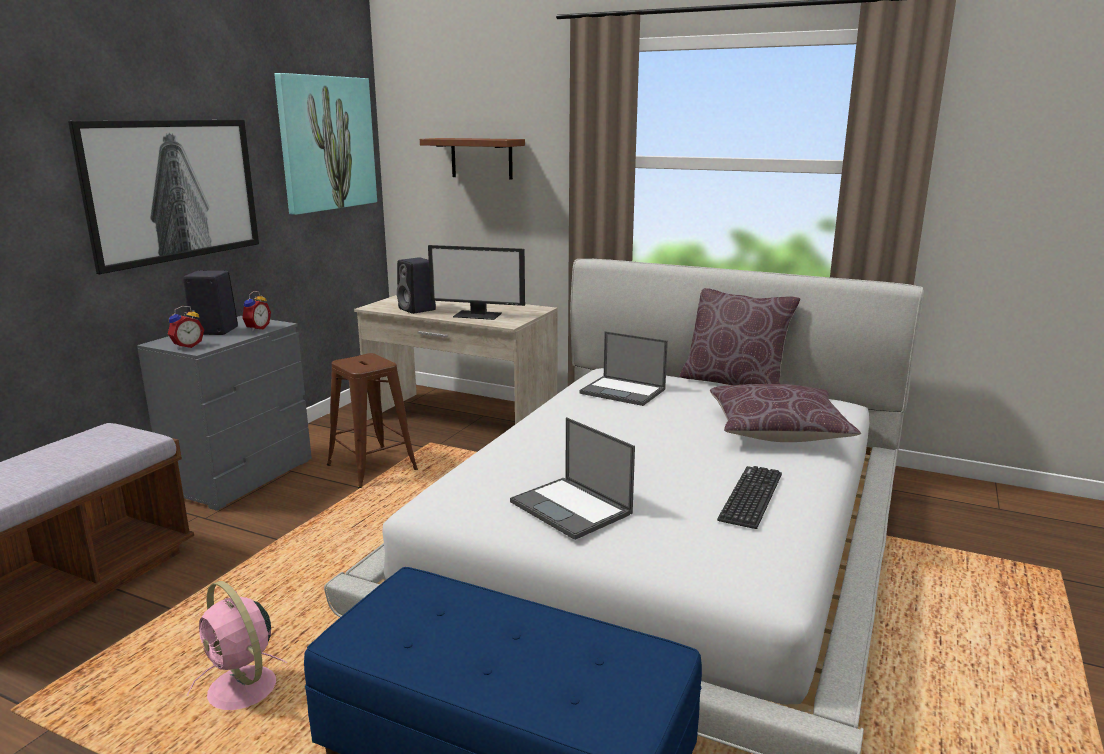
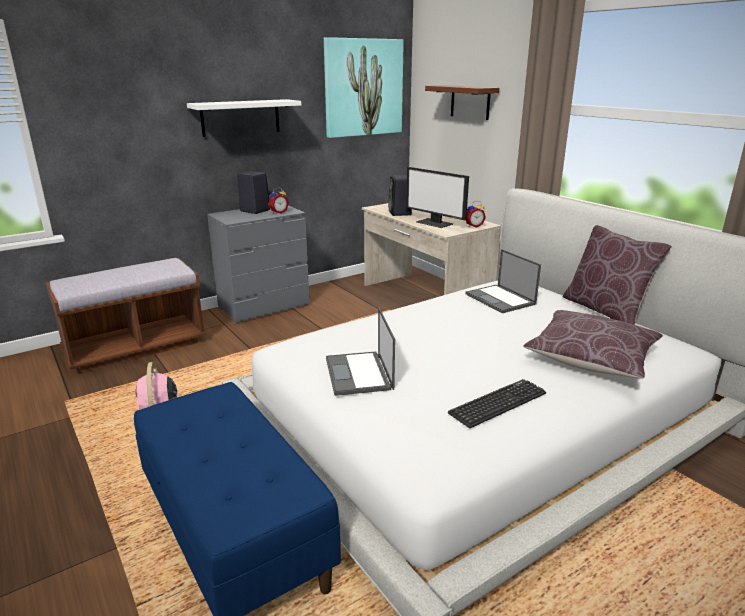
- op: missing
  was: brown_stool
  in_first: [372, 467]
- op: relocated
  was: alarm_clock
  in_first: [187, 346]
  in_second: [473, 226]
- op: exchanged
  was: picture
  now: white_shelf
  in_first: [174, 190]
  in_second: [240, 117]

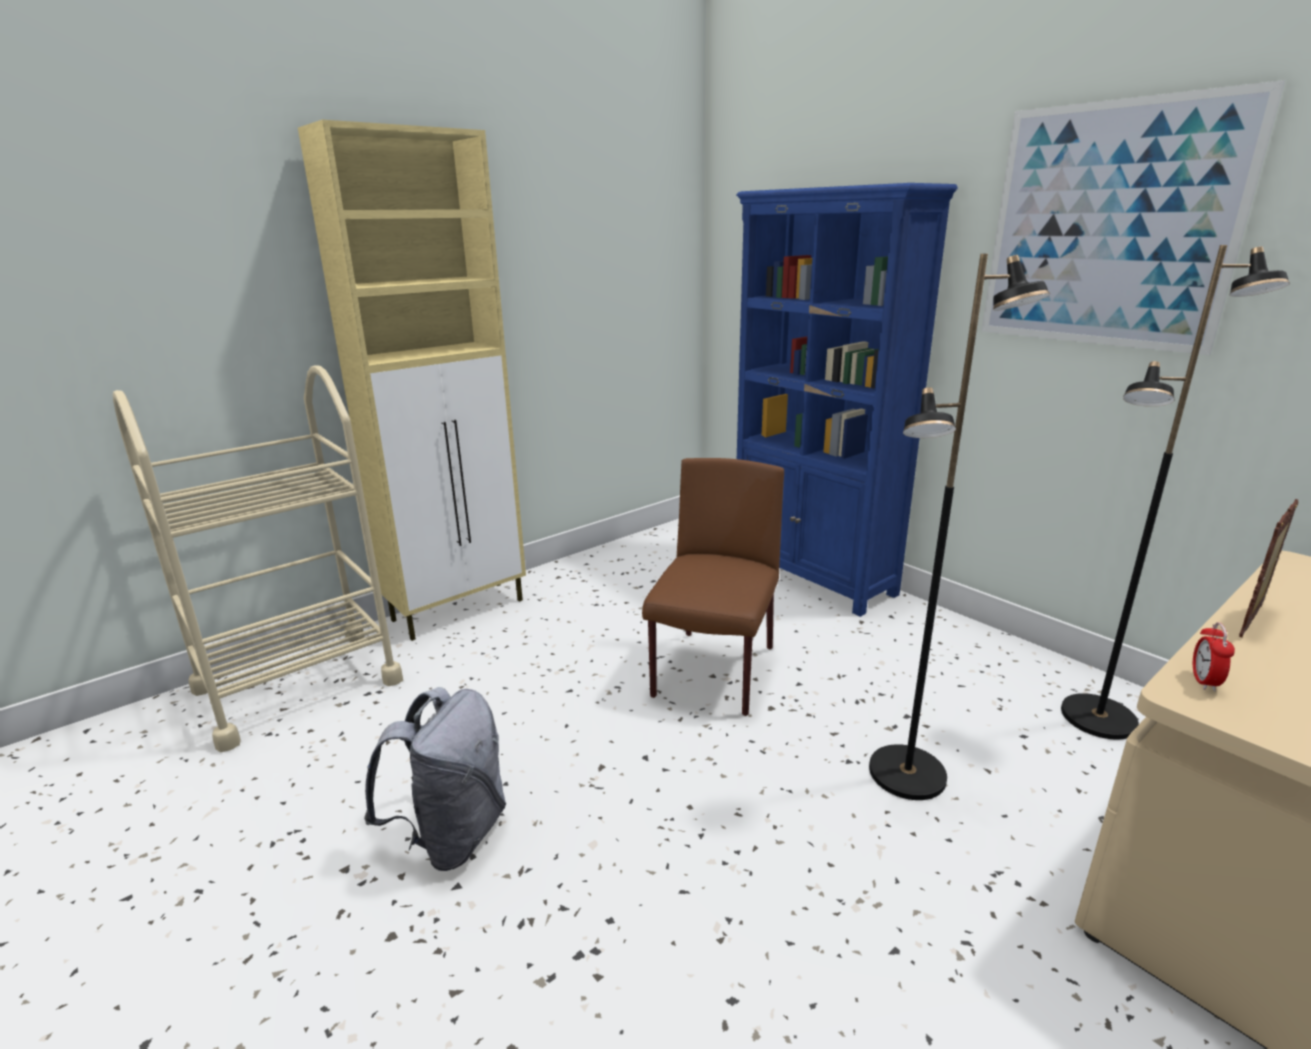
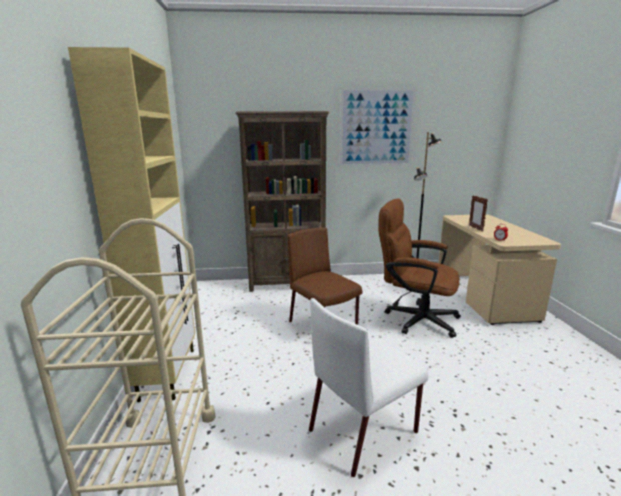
- op: exchanged
  was: grey_backpack
  now: white_chair
  in_first: [452, 835]
  in_second: [364, 430]
- op: exchanged
  was: black_floor_lamp
  now: brown_office_chair
  in_first: [908, 774]
  in_second: [414, 318]
- op: colour
  was: blue_bookcase
  now: brown_bookcase
  in_first: [812, 576]
  in_second: [287, 284]

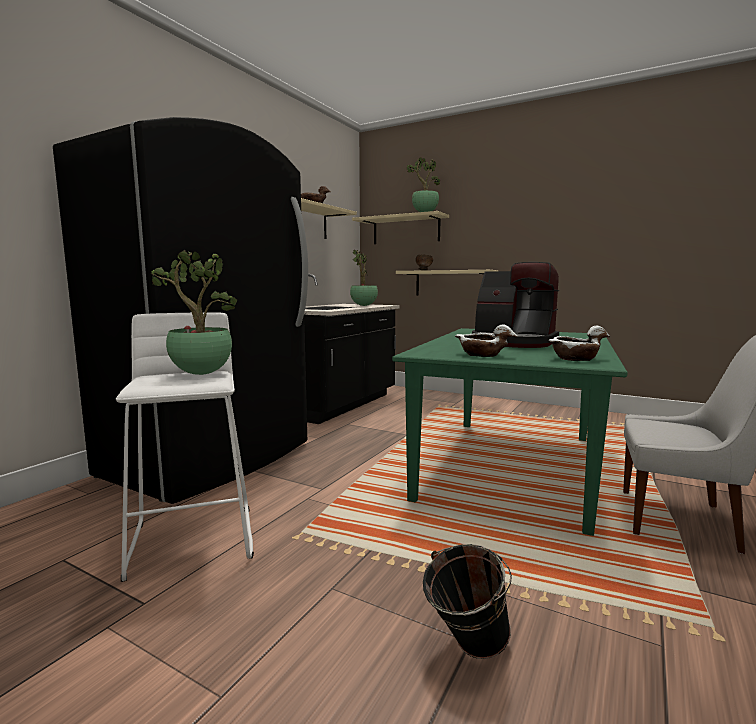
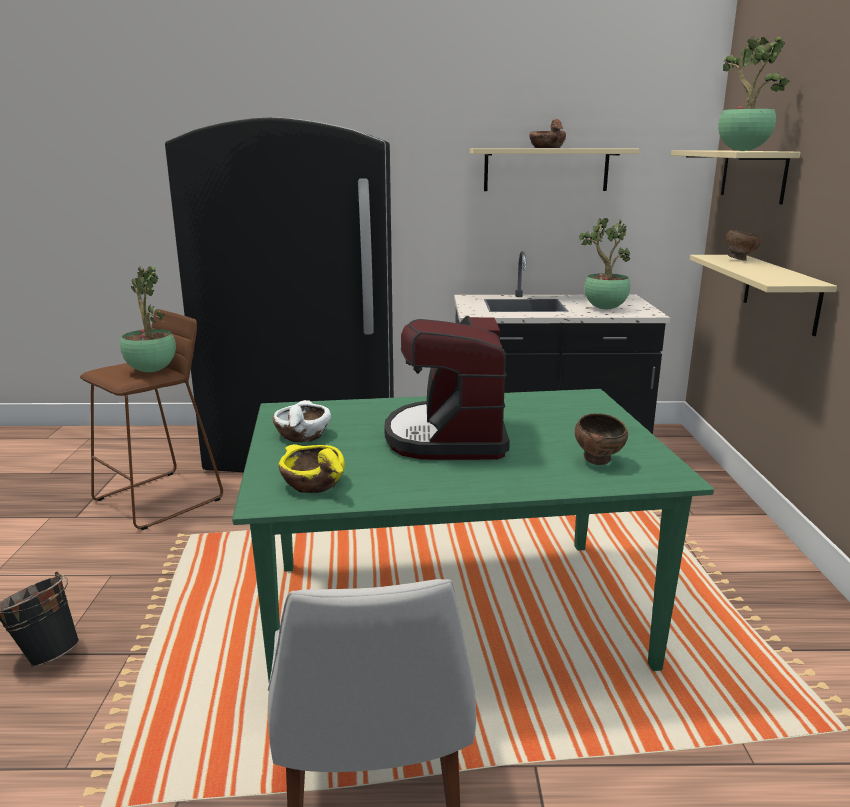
- op: appeared
  now: brown_bowl
  in_second: [599, 461]
- op: colour
  was: white_stool
  now: brown_stool
  in_first: [194, 539]
  in_second: [159, 499]
- op: colour
  was: white_bowl
  now: yellow_bowl
  in_first: [575, 359]
  in_second: [313, 483]

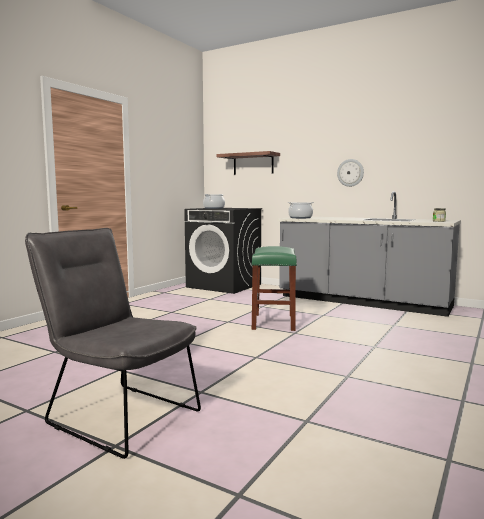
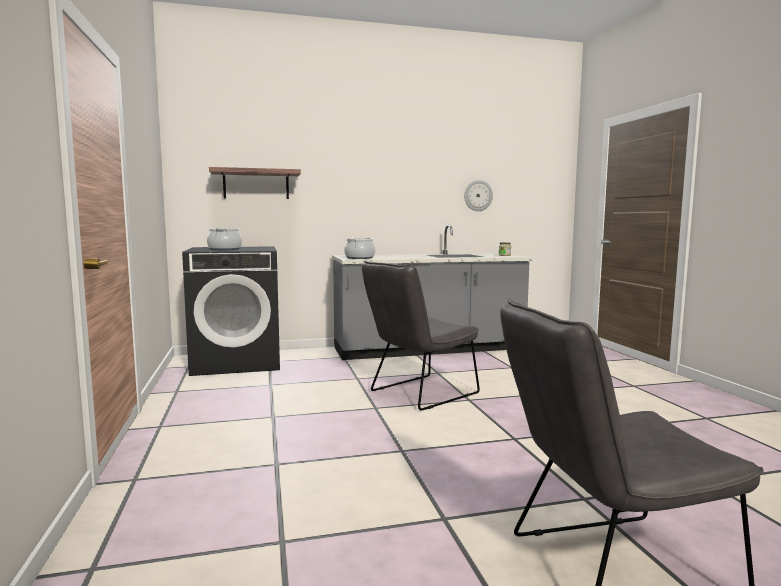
- op: relocated
  was: wall_clock
  in_first: [350, 172]
  in_second: [478, 195]
- op: exchanged
  was: green_stool
  now: grey_chair
  in_first: [273, 322]
  in_second: [418, 393]

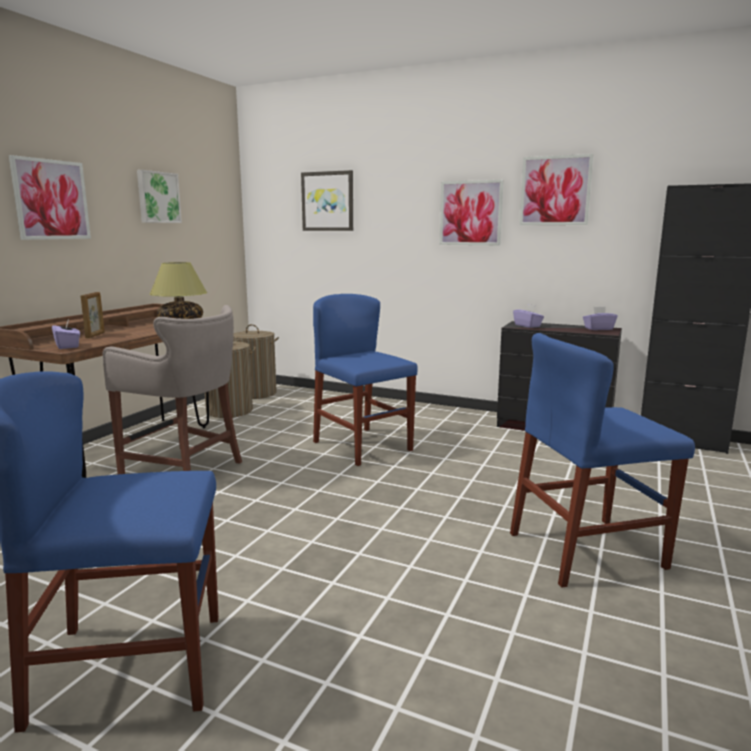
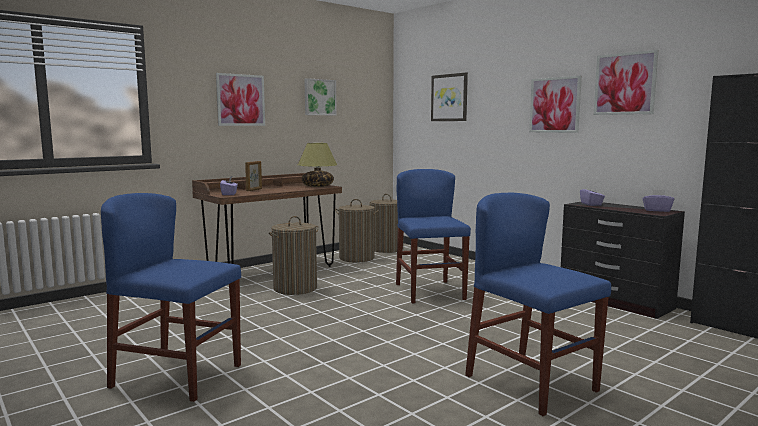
- op: exchanged
  was: grey_stool
  now: laundry_basket
  in_first: [186, 469]
  in_second: [295, 288]
- op: spun
  was: blue_chair
  in_first: [586, 550]
  in_second: [531, 383]
  clockwise: 45

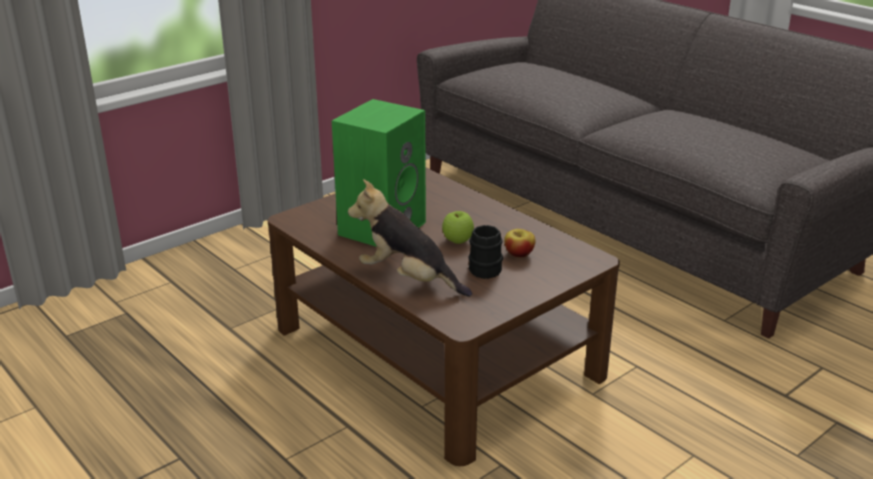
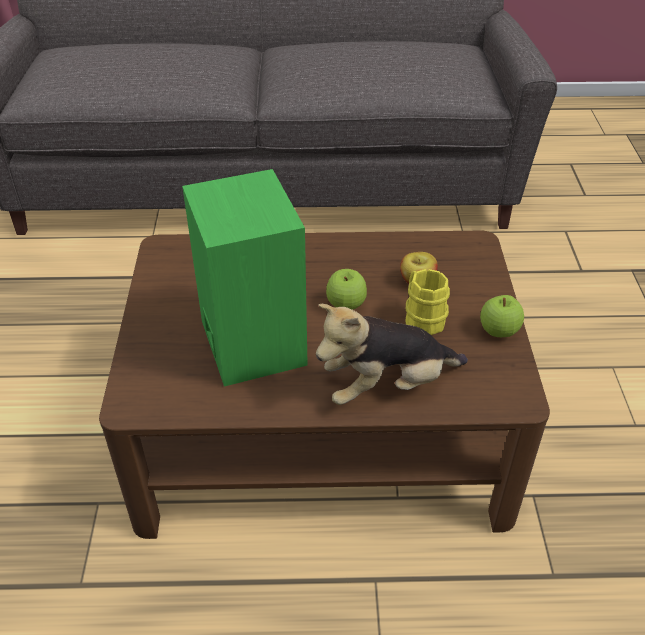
- op: appeared
  now: apple
  in_second: [498, 331]
- op: colour
  was: black_mug
  now: yellow_mug
  in_first: [487, 268]
  in_second: [422, 317]

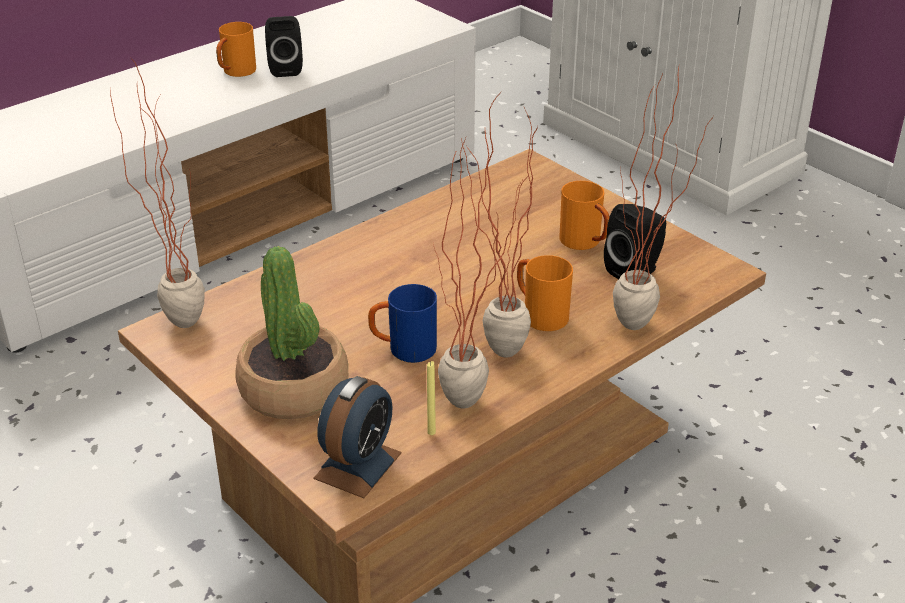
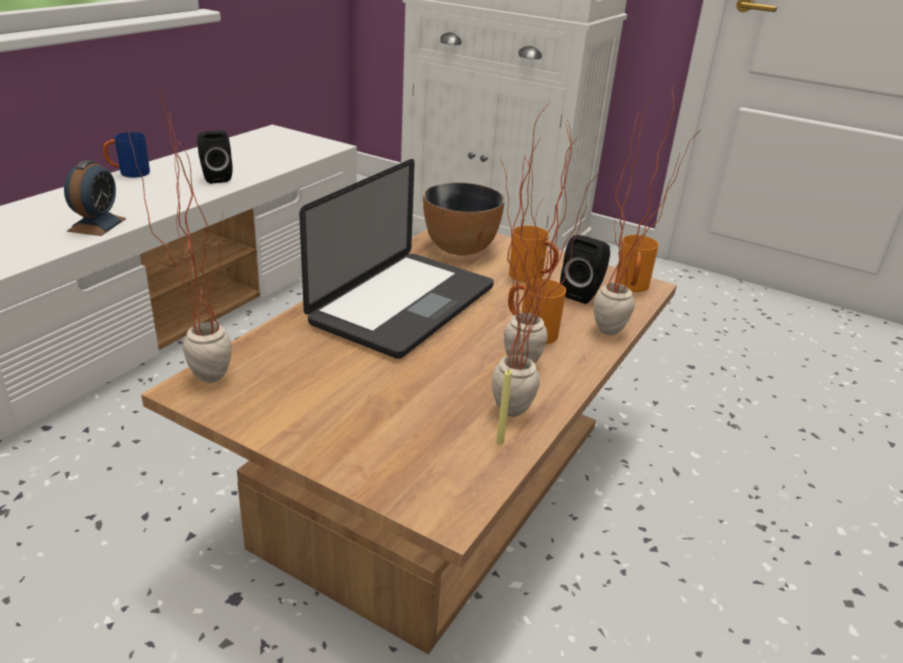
- op: missing
  was: potted_plant
  in_first: [294, 389]
- op: appeared
  now: laptop
  in_second: [404, 305]
- op: appeared
  now: bowl
  in_second: [460, 248]
- op: relocated
  was: orange_mug
  in_first: [236, 73]
  in_second: [631, 288]
- op: relocated
  was: alarm_clock
  in_first: [358, 465]
  in_second: [97, 225]
- op: relocated
  was: blue_mug
  in_first: [403, 350]
  in_second: [129, 174]

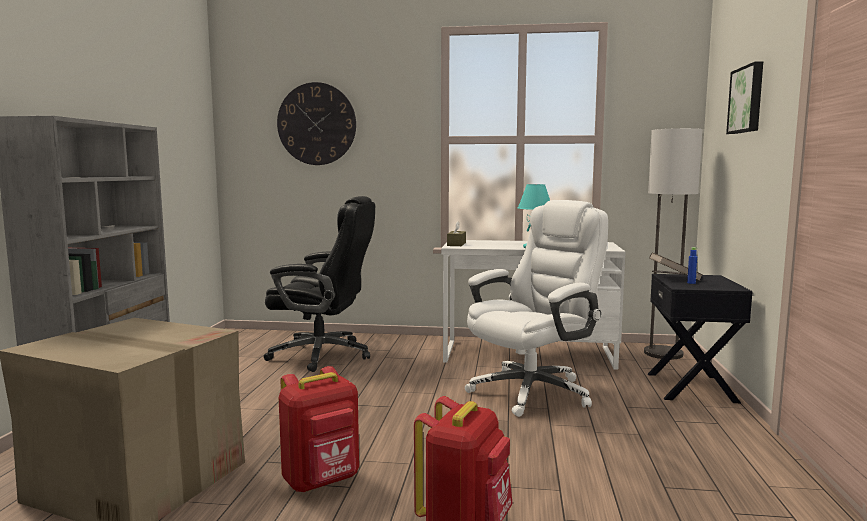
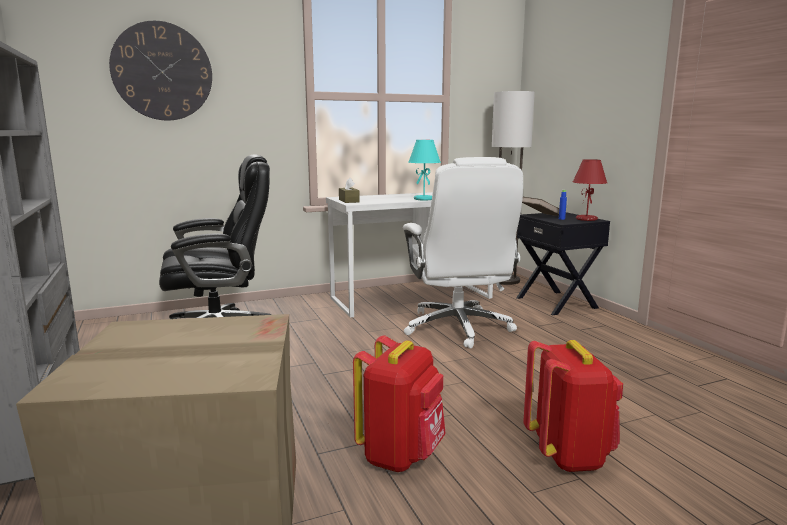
- op: missing
  was: picture
  in_first: [747, 99]
- op: appeared
  now: red_table_lamp
  in_second: [586, 219]
- op: spun
  was: white_office_chair
  in_first: [533, 391]
  in_second: [458, 328]
  clockwise: 150

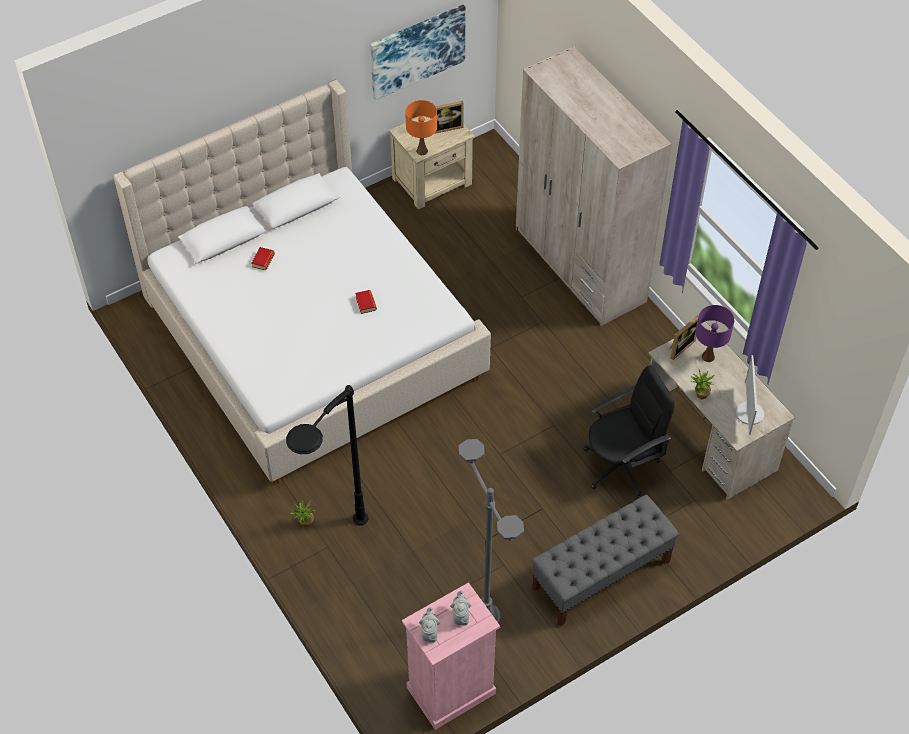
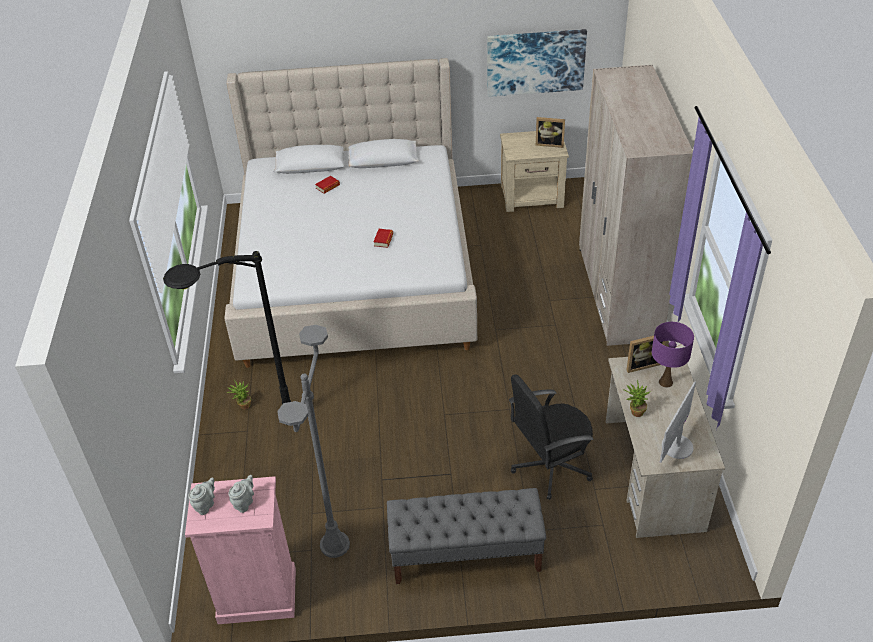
- op: missing
  was: orange_table_lamp
  in_first: [422, 151]
- op: spun
  was: black_office_chair
  in_first: [621, 465]
  in_second: [550, 466]
  clockwise: 150

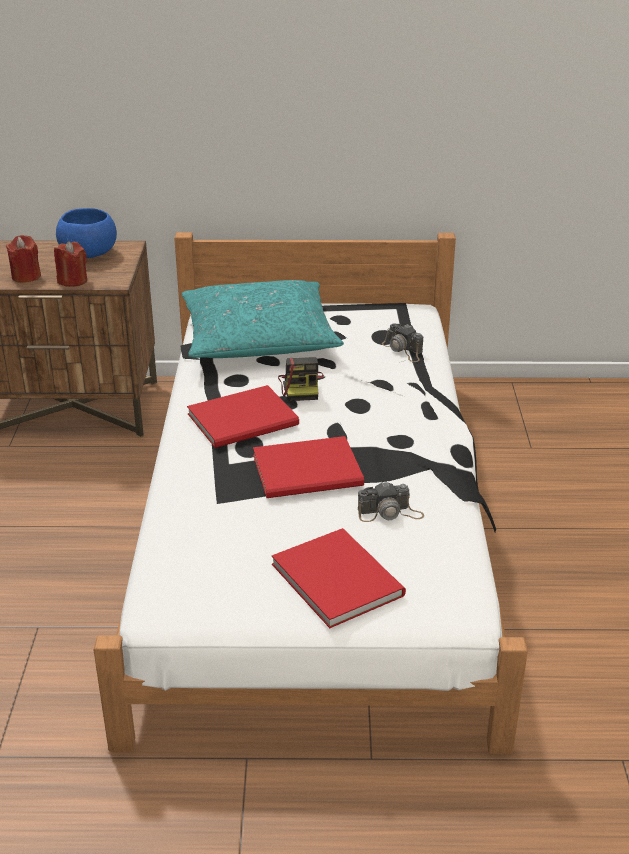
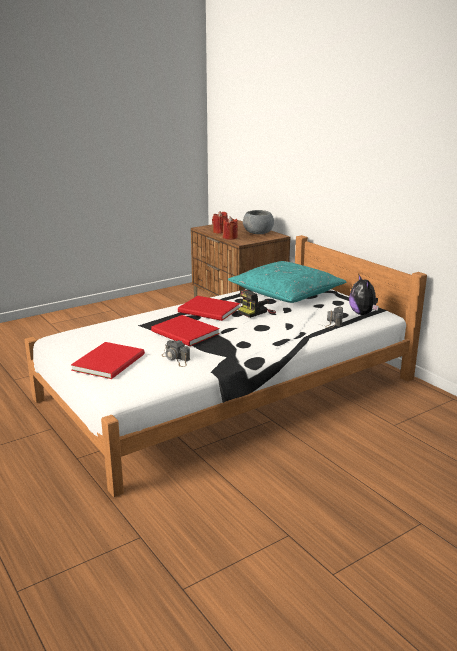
- op: appeared
  now: plush_toy
  in_second: [363, 313]
- op: colour
  was: blue_bowl
  now: grey_bowl
  in_first: [89, 254]
  in_second: [258, 233]

